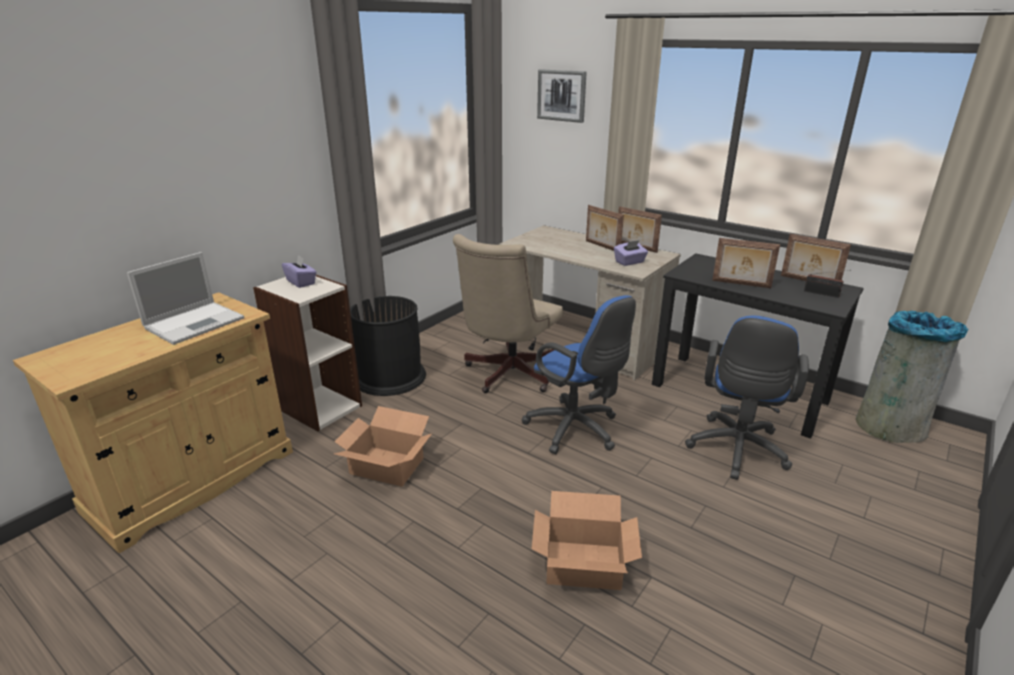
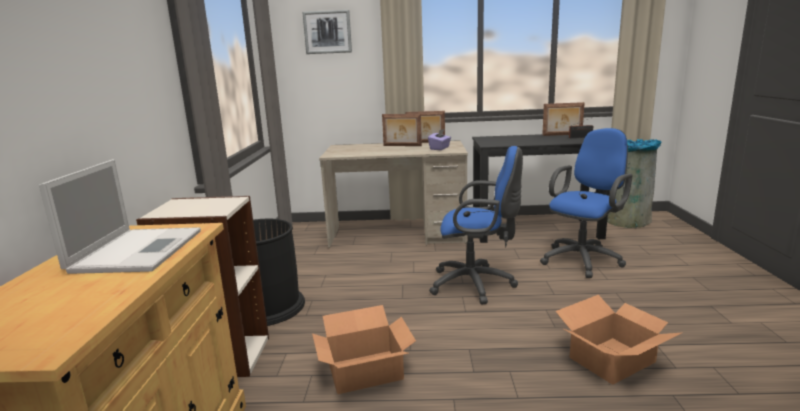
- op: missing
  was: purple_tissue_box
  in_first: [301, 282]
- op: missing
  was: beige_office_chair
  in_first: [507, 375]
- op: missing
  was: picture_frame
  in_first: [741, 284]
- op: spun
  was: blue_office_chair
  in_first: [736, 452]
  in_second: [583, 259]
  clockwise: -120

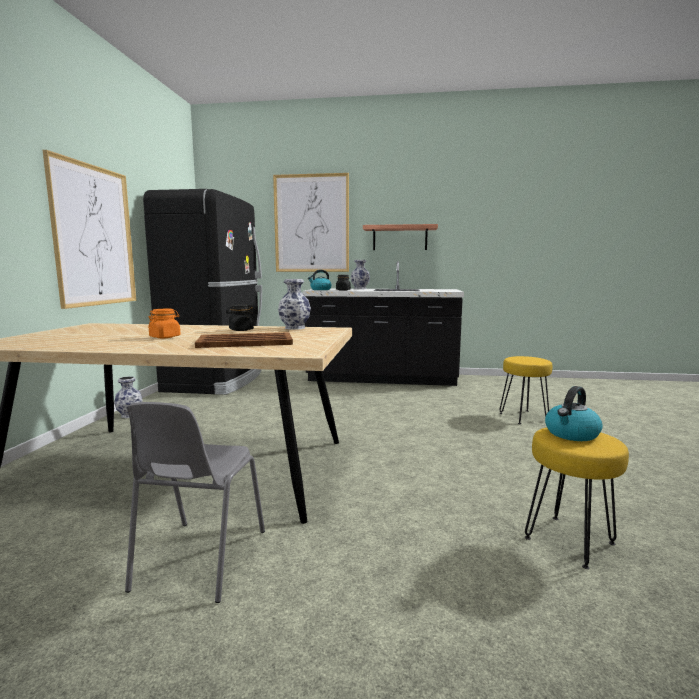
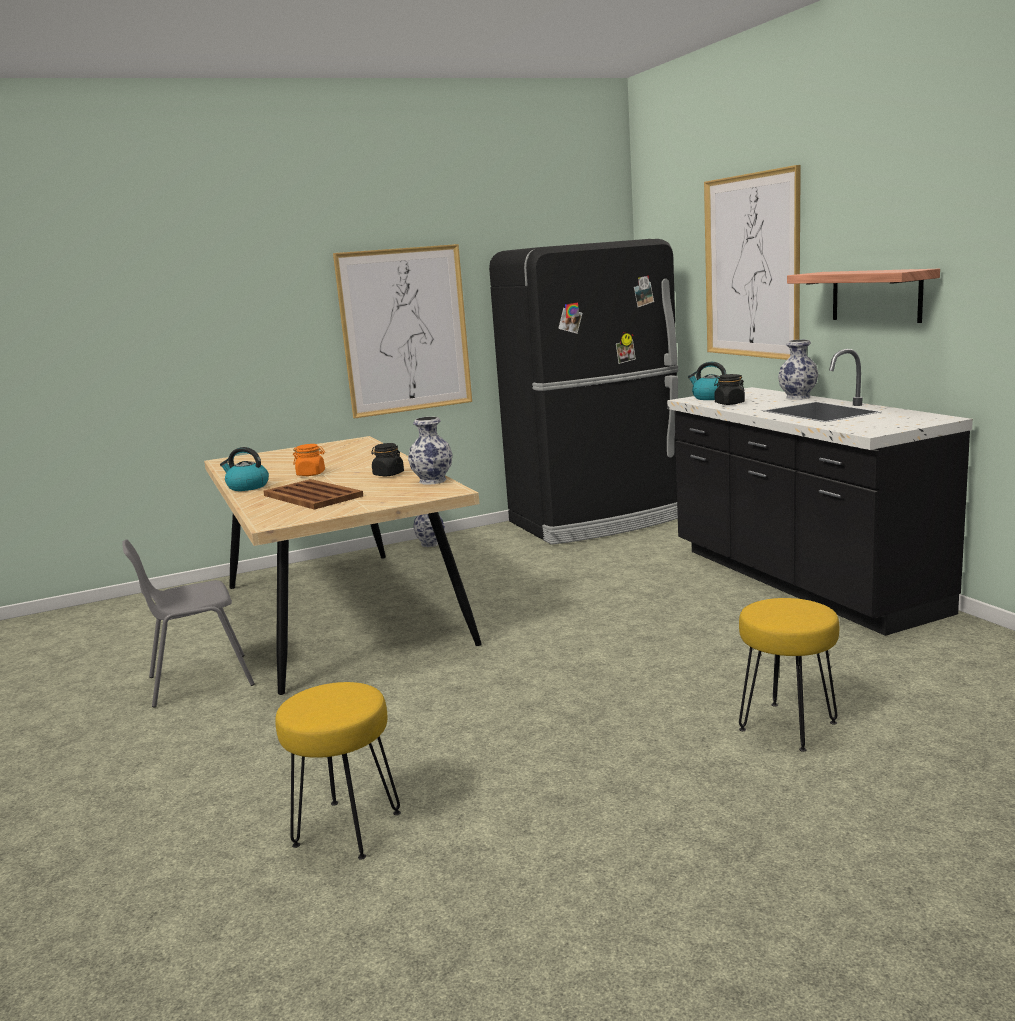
- op: relocated
  was: kettle
  in_first: [571, 434]
  in_second: [247, 487]

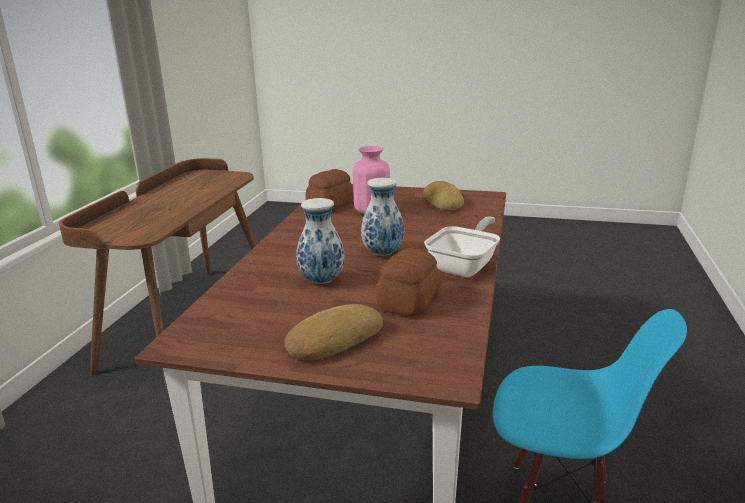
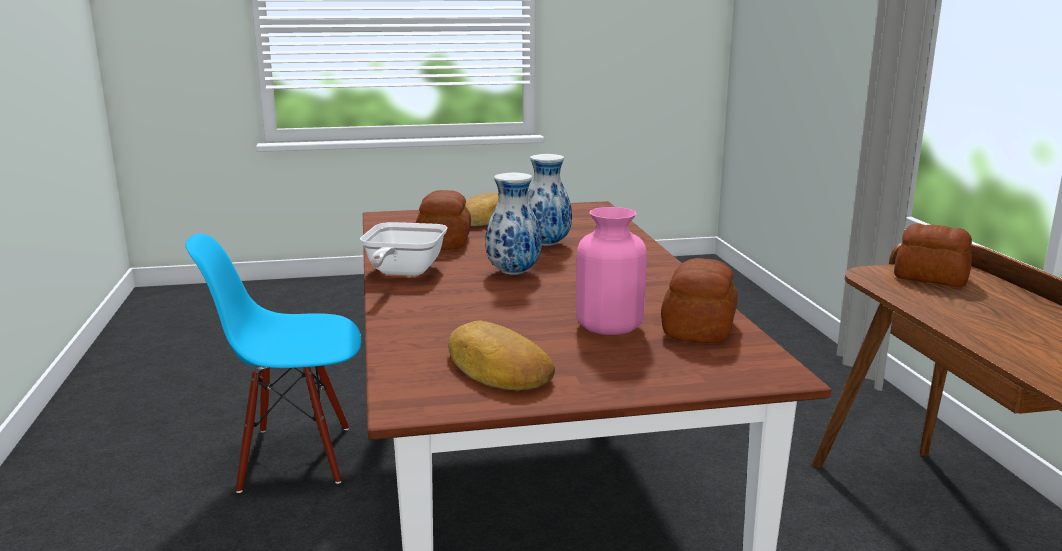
- op: appeared
  now: bread
  in_second: [931, 278]

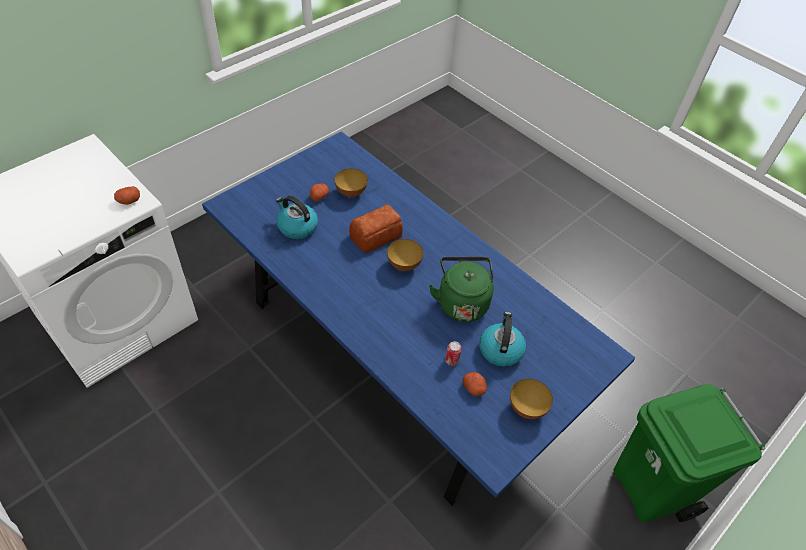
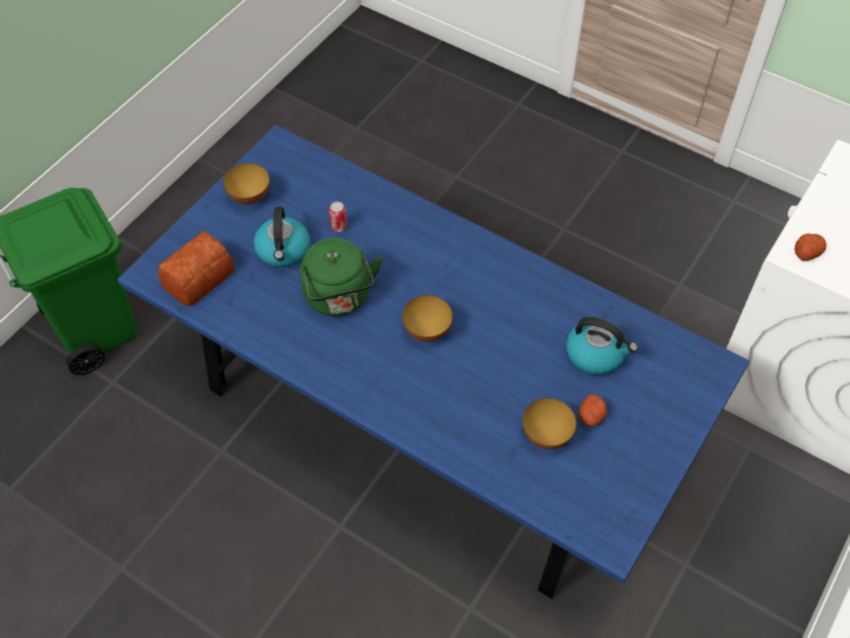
- op: missing
  was: potato
  in_first: [474, 388]
- op: relocated
  was: bread
  in_first: [377, 235]
  in_second: [196, 278]

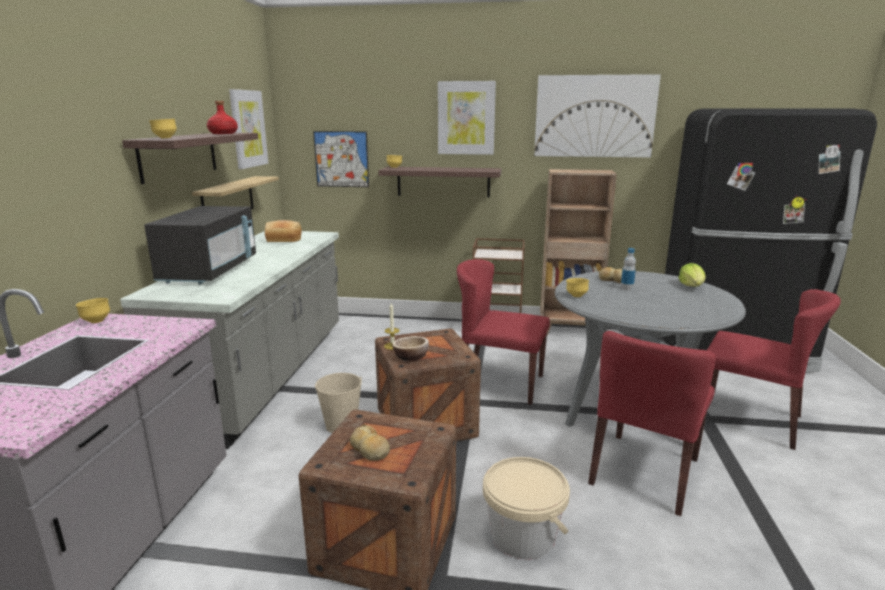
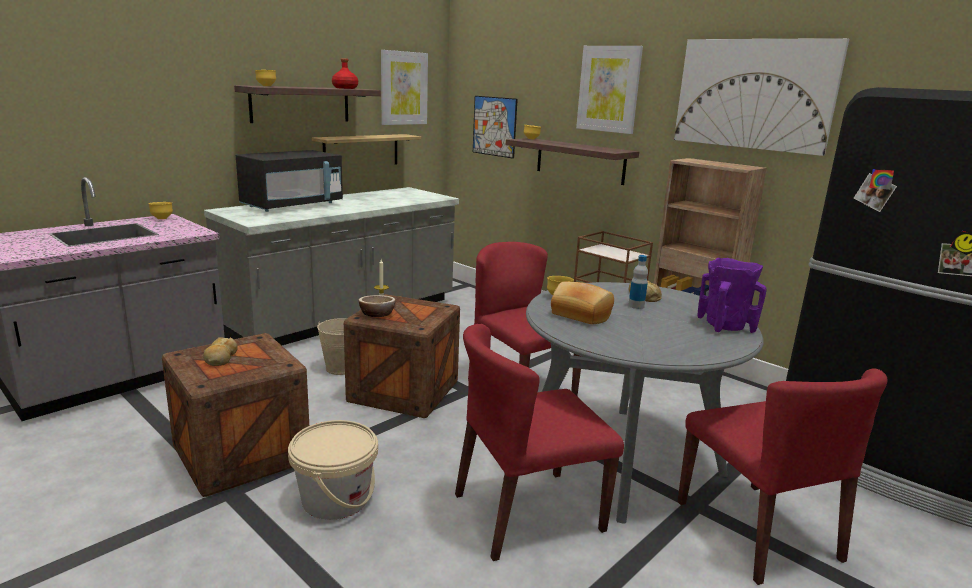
- op: relocated
  was: bread
  in_first: [283, 240]
  in_second: [580, 315]
- op: exchanged
  was: lettuce
  now: purple_vase
  in_first: [692, 286]
  in_second: [725, 325]

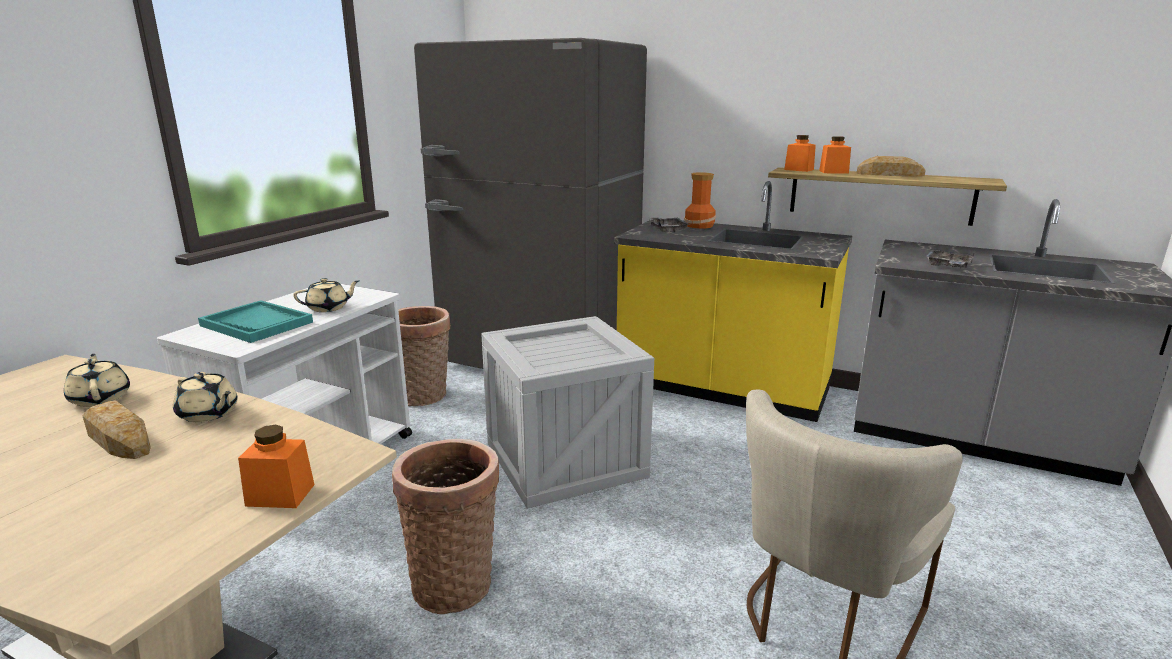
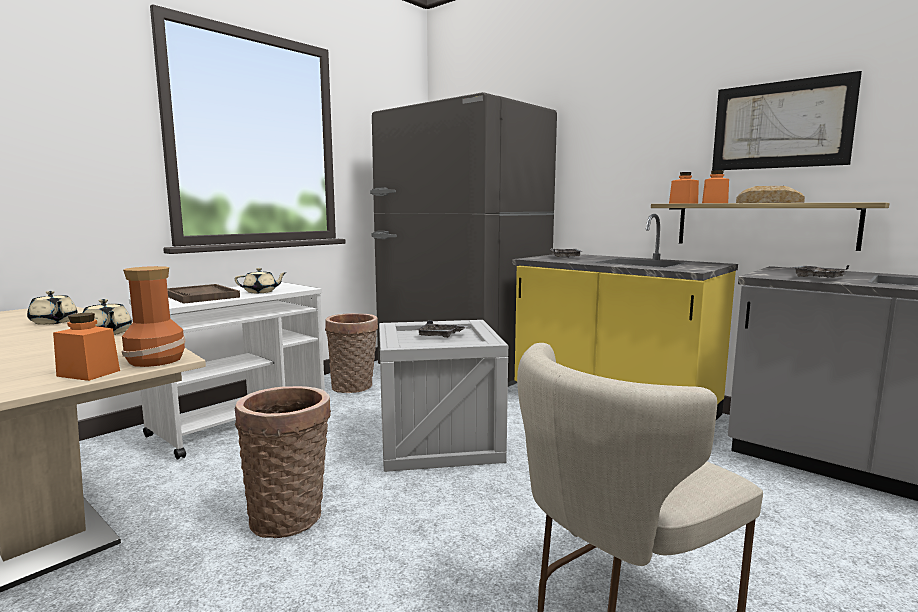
- op: missing
  was: bread
  in_first: [119, 438]
- op: appeared
  now: grey_tray
  in_second: [440, 336]
- op: appeared
  now: picture
  in_second: [780, 125]
- op: relocated
  was: vase
  in_first: [700, 226]
  in_second: [157, 360]
- op: colour
  was: turquoise_tray
  now: brown_tray
  in_first: [257, 324]
  in_second: [201, 296]
- op: spun
  was: beige_teapot
  in_first: [101, 398]
  in_second: [54, 322]
  clockwise: 150

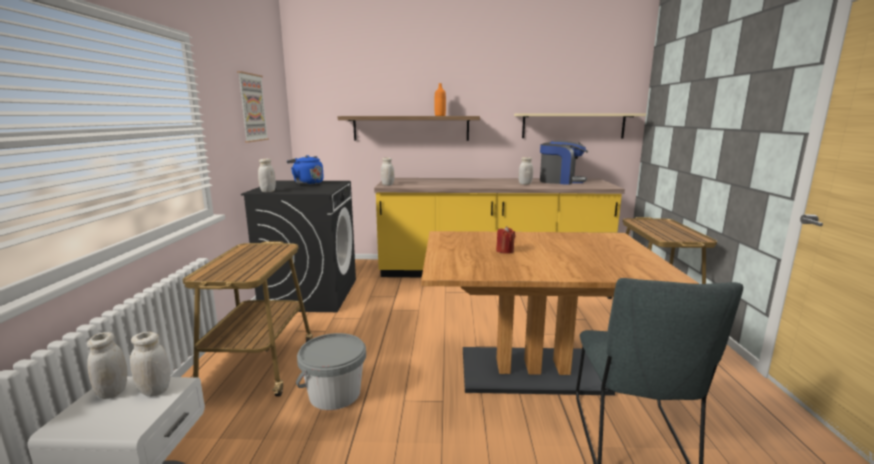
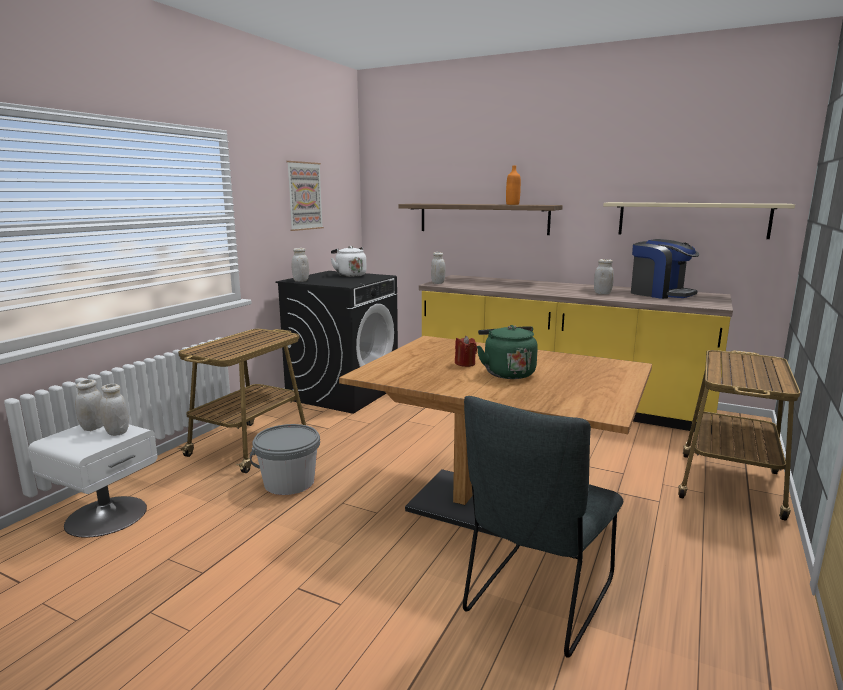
- op: appeared
  now: green_kettle
  in_second: [507, 373]
- op: colour
  was: blue_kettle
  now: white_kettle
  in_first: [307, 183]
  in_second: [349, 275]

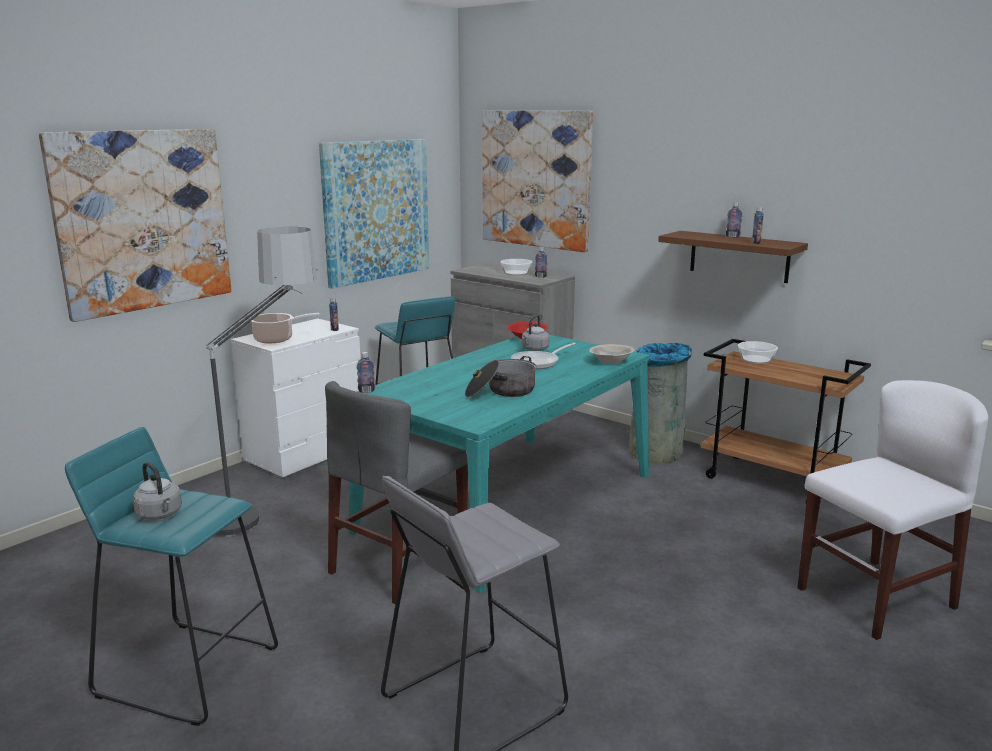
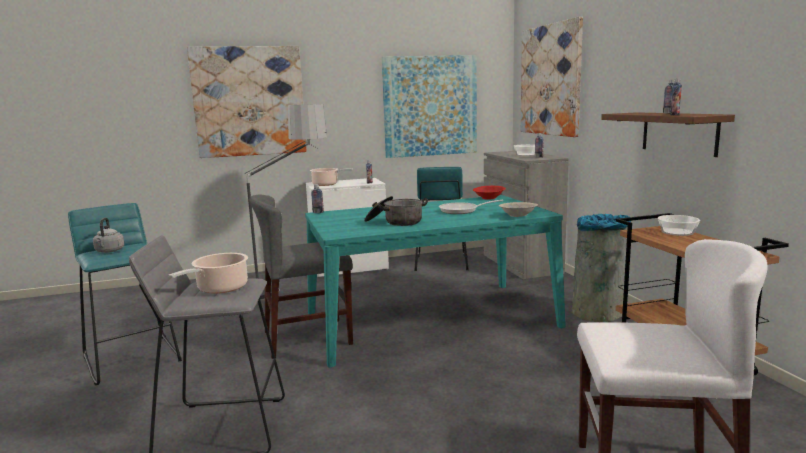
- op: missing
  was: grey_kettle
  in_first: [534, 349]
- op: appeared
  now: cooking_pot
  in_second: [220, 288]

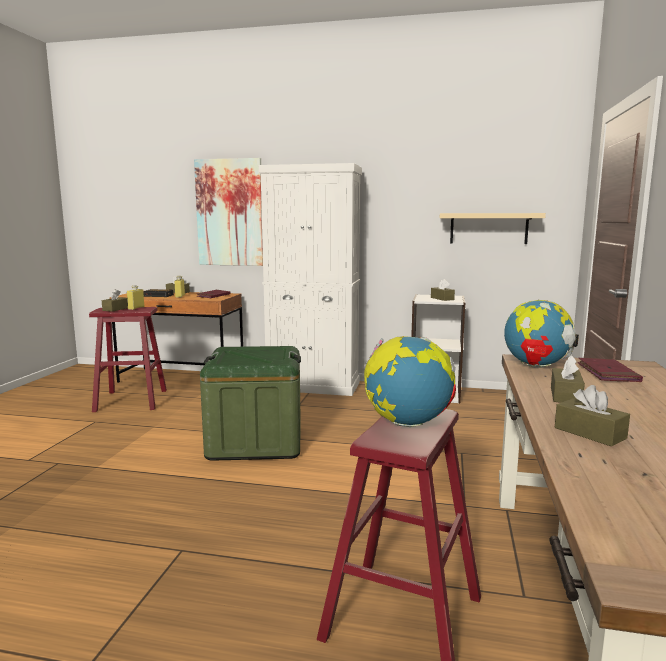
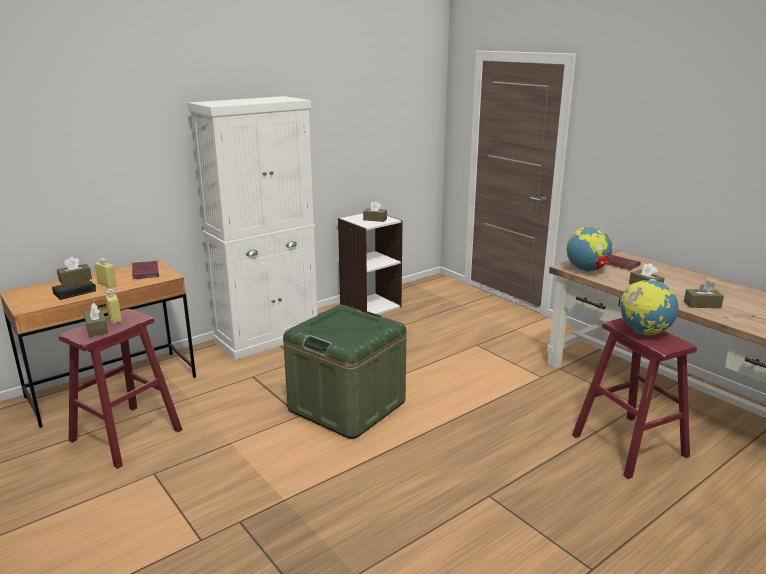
- op: missing
  was: picture
  in_first: [230, 213]
- op: missing
  was: beige_shelf
  in_first: [488, 228]

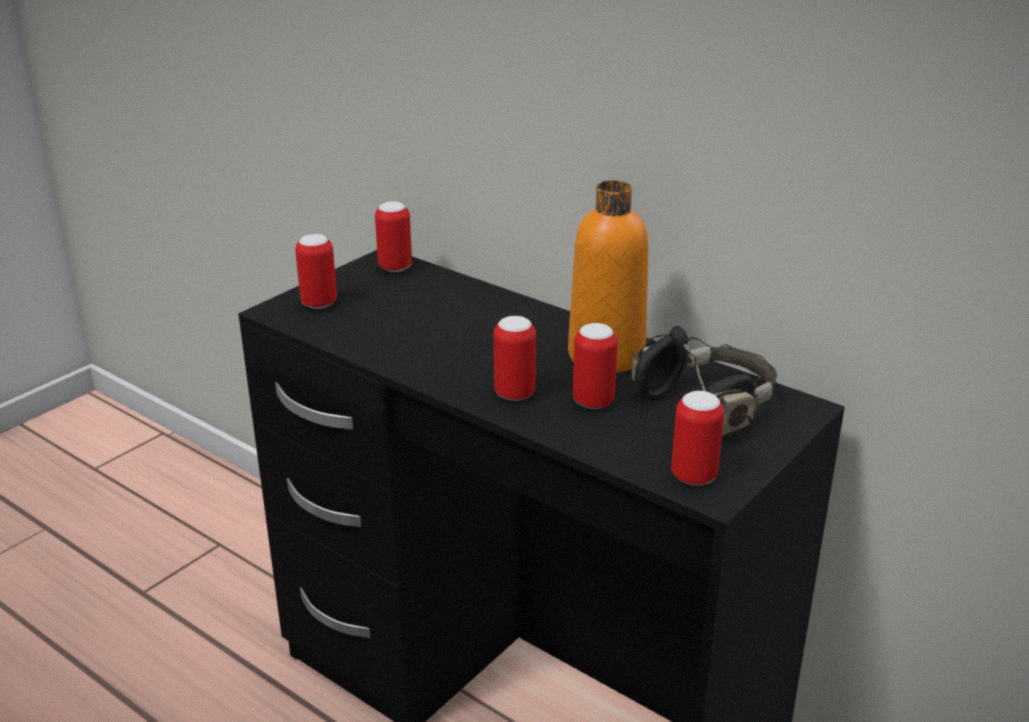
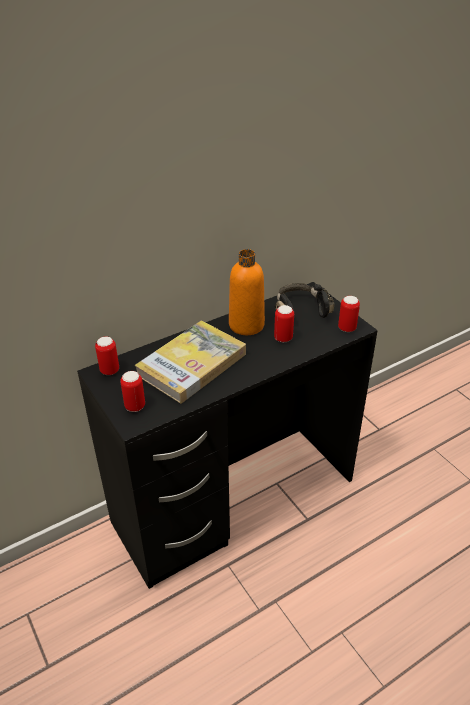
- op: missing
  was: can
  in_first: [514, 394]
- op: appeared
  now: book
  in_second: [192, 364]

